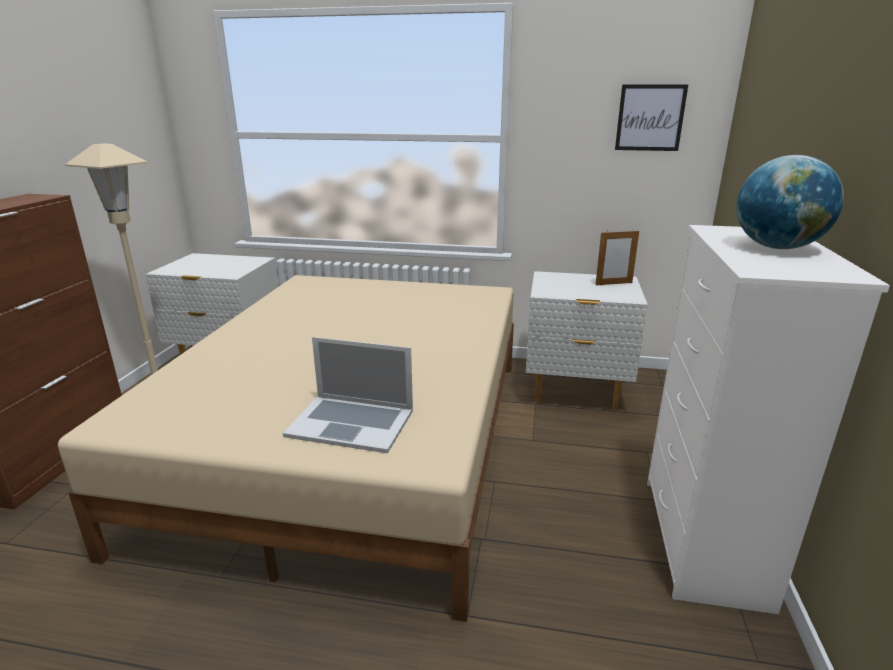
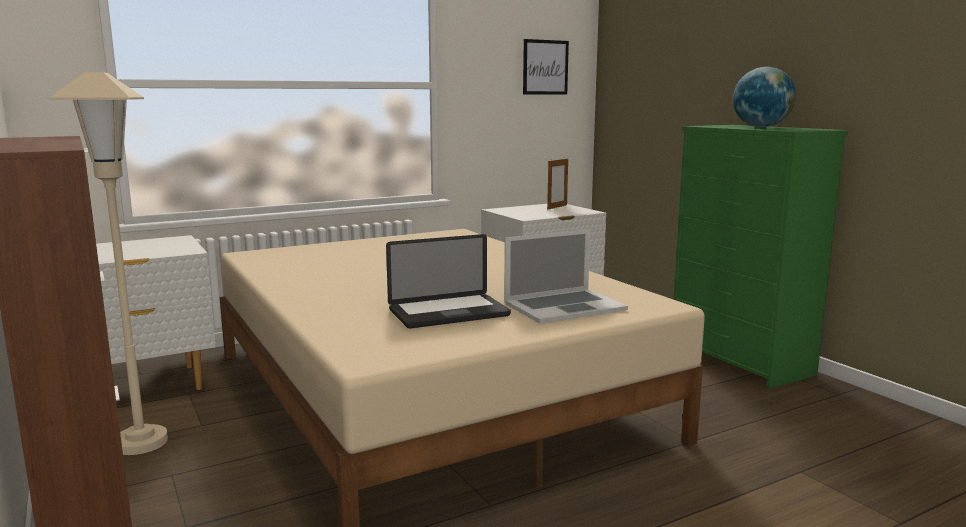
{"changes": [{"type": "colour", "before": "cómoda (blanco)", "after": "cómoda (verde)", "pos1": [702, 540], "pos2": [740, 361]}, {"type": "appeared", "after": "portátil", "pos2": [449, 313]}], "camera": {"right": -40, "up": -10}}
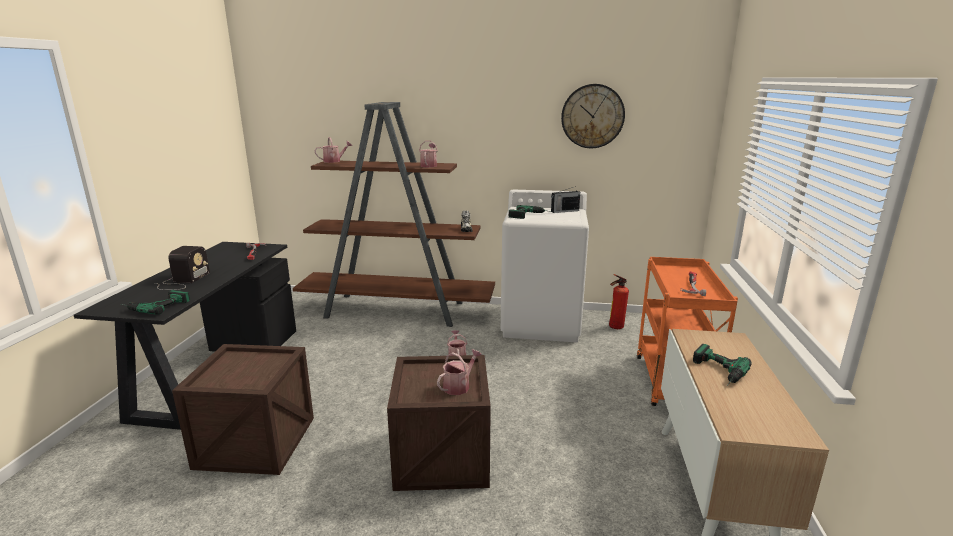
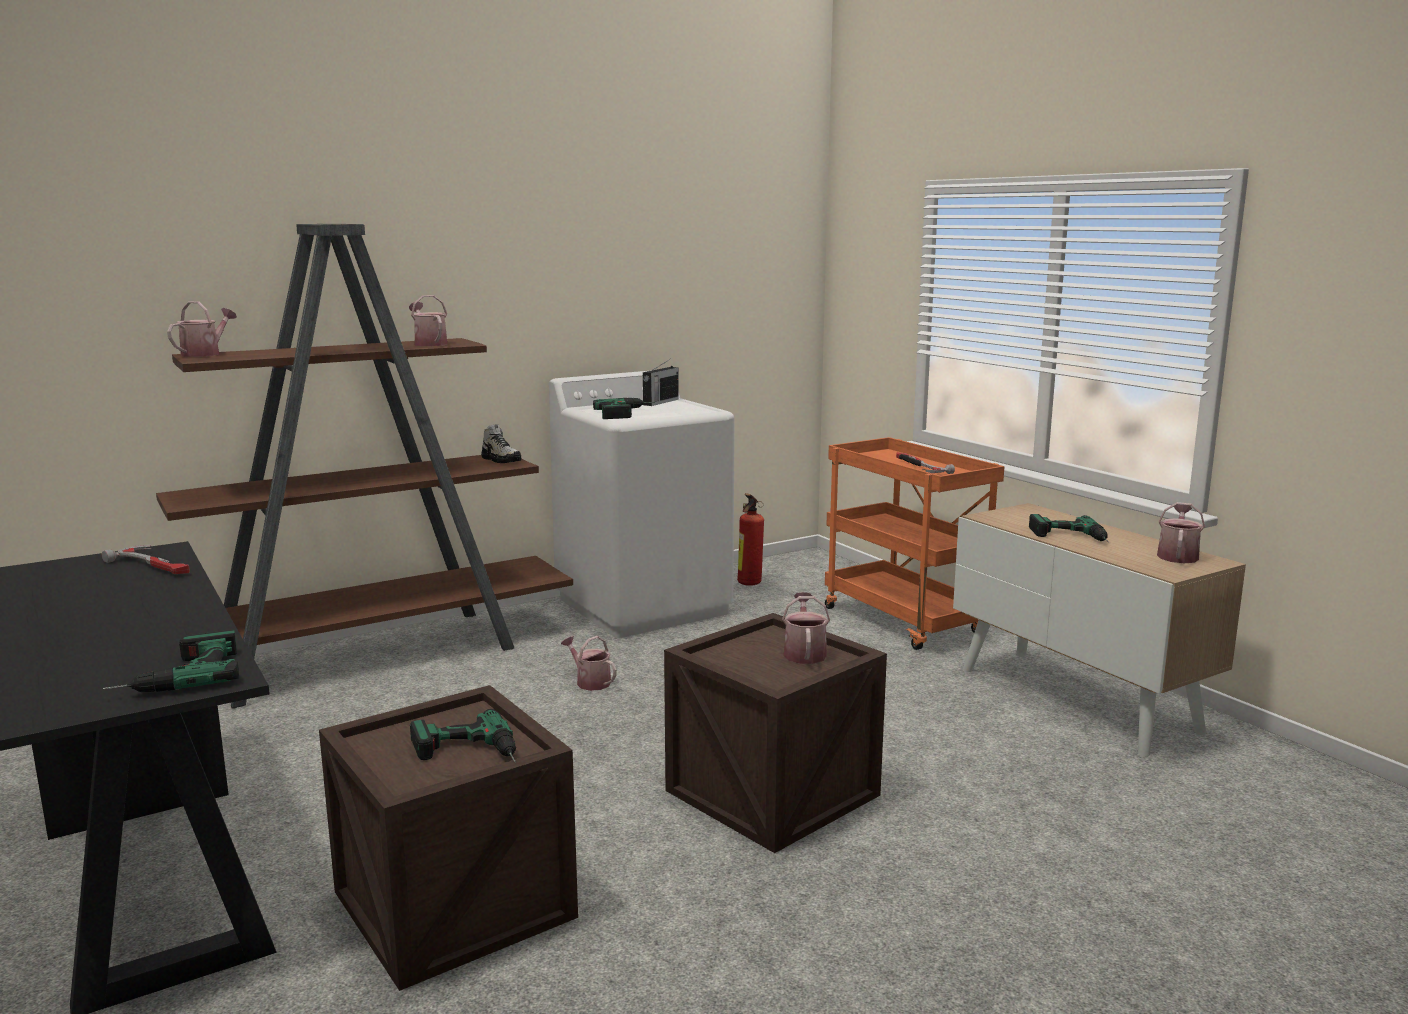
{"changes": [{"type": "missing", "before": "radio", "pos1": [182, 281]}, {"type": "missing", "before": "reloj de pared", "pos1": [592, 116]}, {"type": "appeared", "after": "taladro", "pos2": [468, 754]}, {"type": "appeared", "after": "regadera", "pos2": [1177, 555]}], "camera": {"right": -40, "up": -5}}
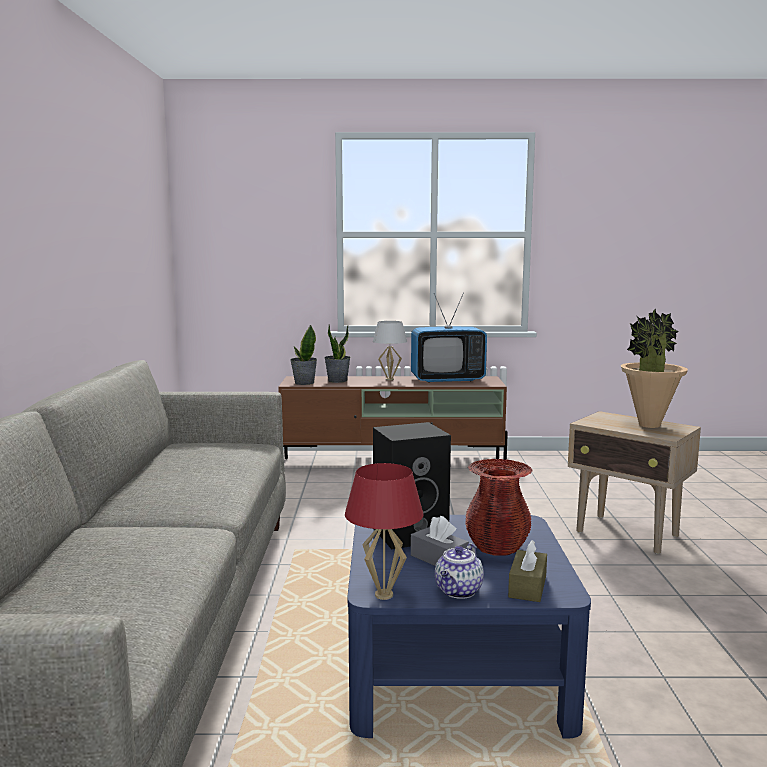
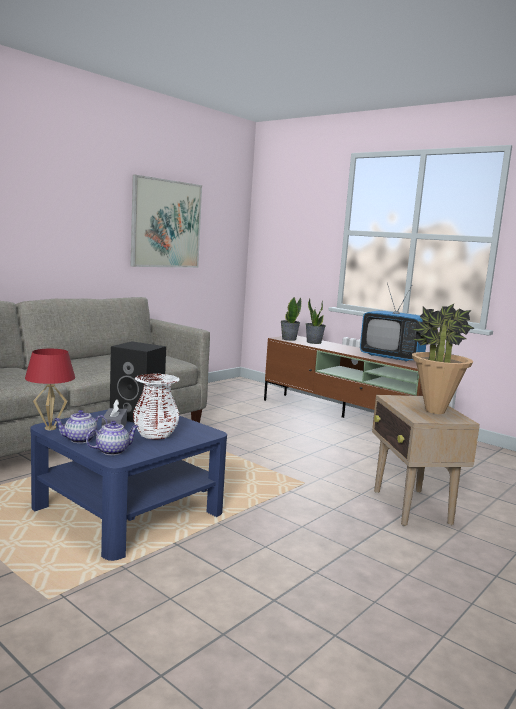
{"changes": [{"type": "missing", "before": "lámpara de mesa (blanco)", "pos1": [389, 379]}, {"type": "colour", "before": "florero (rojo)", "after": "florero (blanco)", "pos1": [497, 548], "pos2": [155, 435]}, {"type": "exchanged", "before": "caja de pañuelos (marrón)", "after": "tetera", "pos1": [527, 586], "pos2": [113, 451]}, {"type": "appeared", "after": "cuadro", "pos2": [166, 224]}], "camera": {"right": 40, "up": 0}}
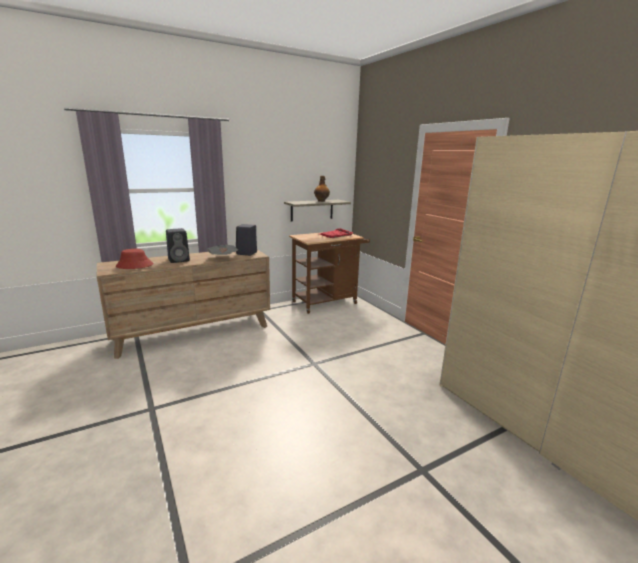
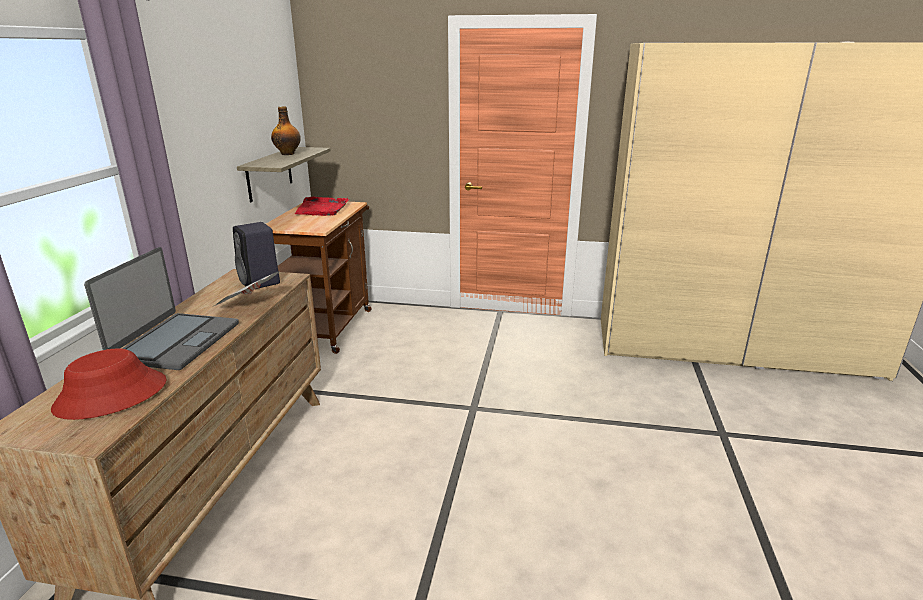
{"changes": [{"type": "exchanged", "before": "altavoz (negro)", "after": "portátil", "pos1": [179, 260], "pos2": [176, 342]}], "camera": {"right": -50, "up": 5}}
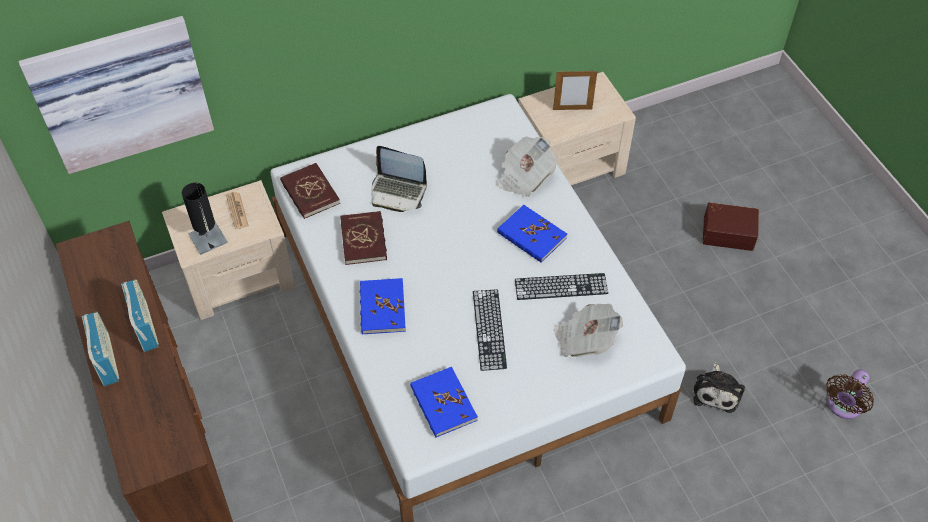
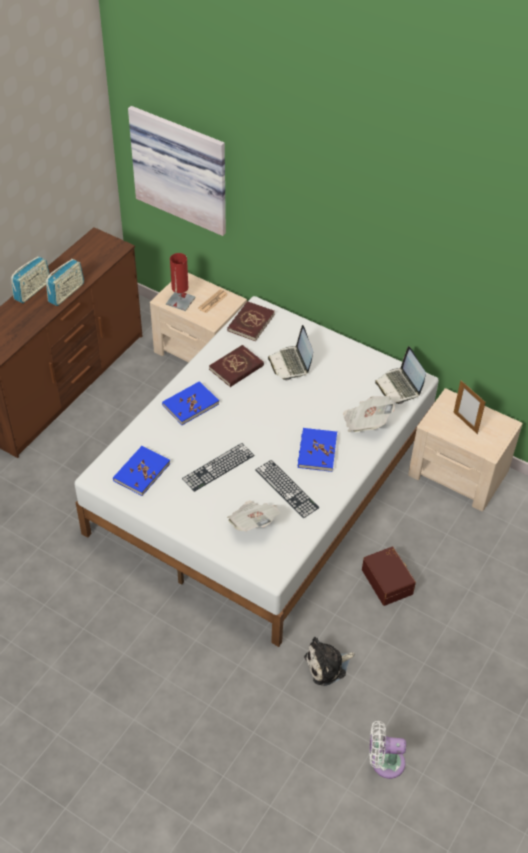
{"changes": [{"type": "colour", "before": "lámpara de mesa (negro)", "after": "lámpara de mesa (rojo)", "pos1": [208, 238], "pos2": [180, 301]}, {"type": "relocated", "before": "caja de almacenaje (marrón)", "pos1": [728, 232], "pos2": [388, 581]}, {"type": "colour", "before": "ventilador (marrón)", "after": "ventilador (blanco)", "pos1": [842, 406], "pos2": [384, 762]}, {"type": "appeared", "after": "portátil", "pos2": [399, 386]}], "camera": {"right": 55, "up": -5}}
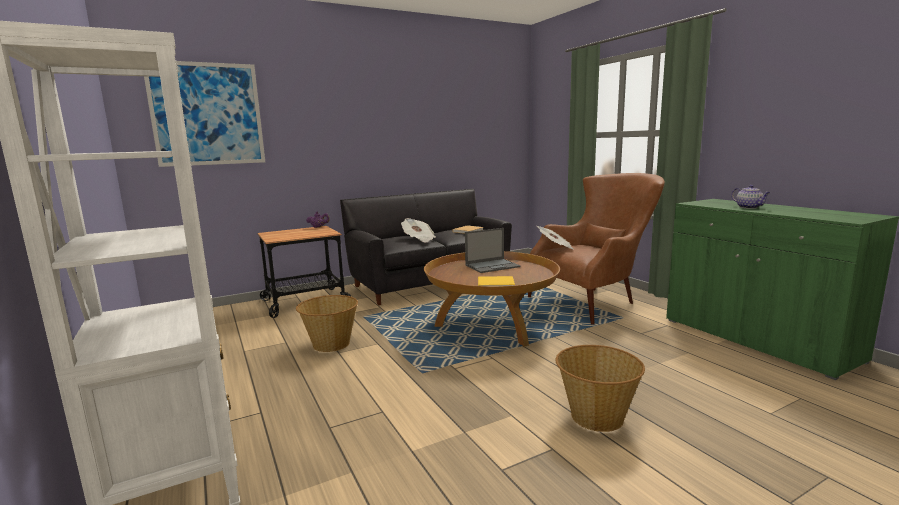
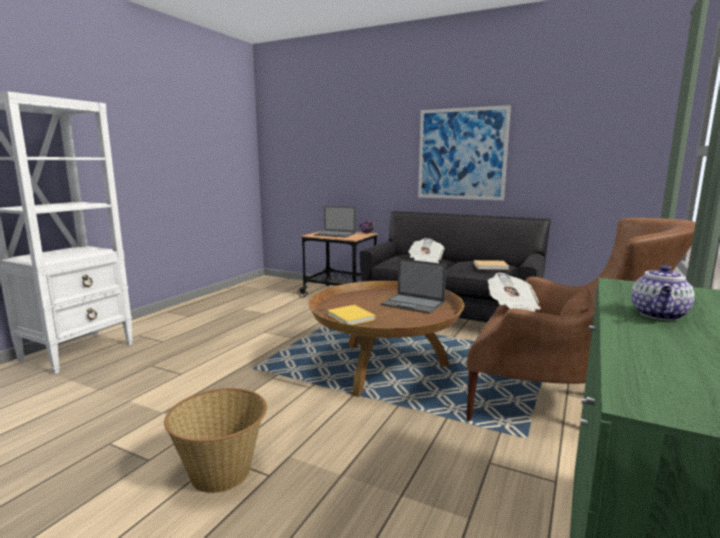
{"changes": [{"type": "relocated", "before": "cuadro", "pos1": [207, 114], "pos2": [461, 154]}, {"type": "missing", "before": "cesta", "pos1": [330, 344]}, {"type": "appeared", "after": "portátil", "pos2": [335, 234]}], "camera": {"right": 55, "up": 0}}
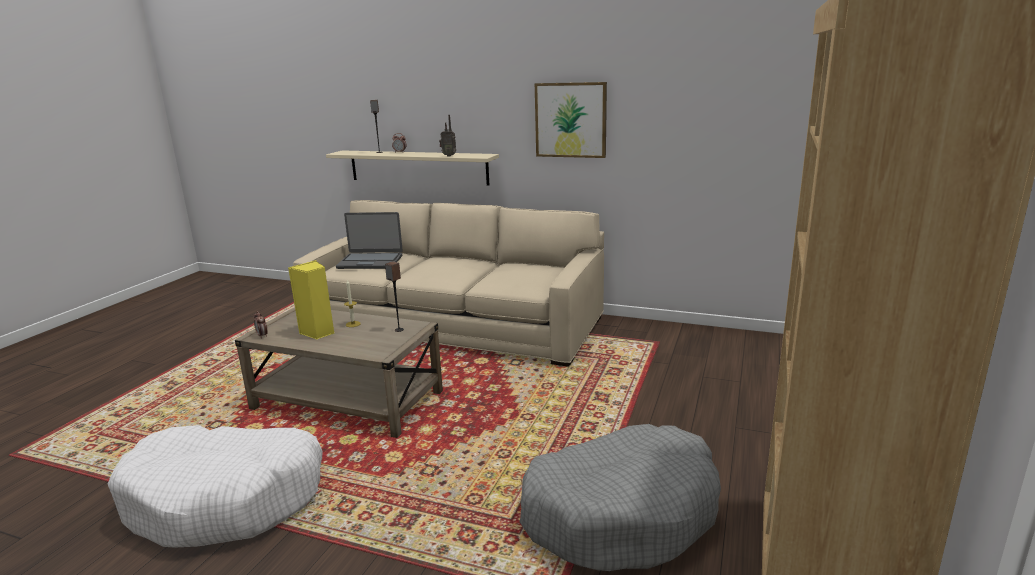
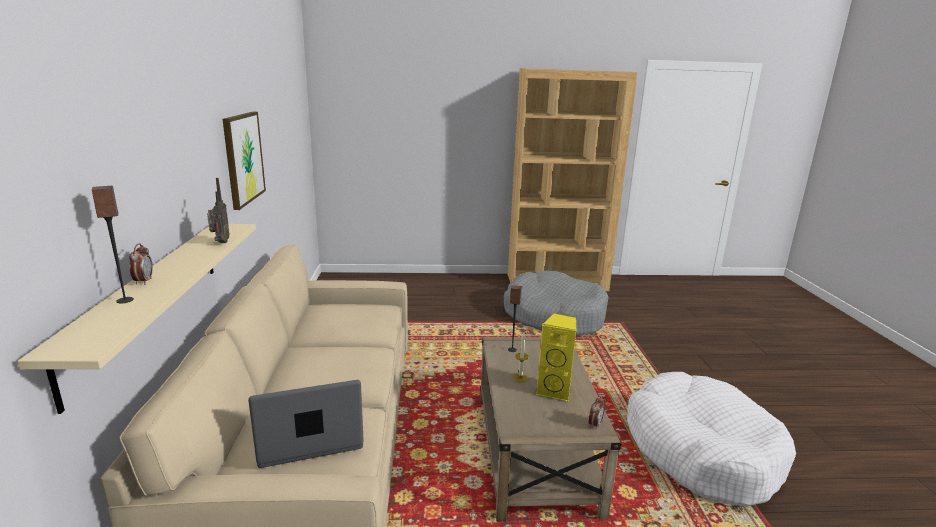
{"changes": [{"type": "spun", "before": "portátil", "pos1": [370, 262], "pos2": [309, 437], "turn": -90}], "camera": {"right": -115, "up": 0}}
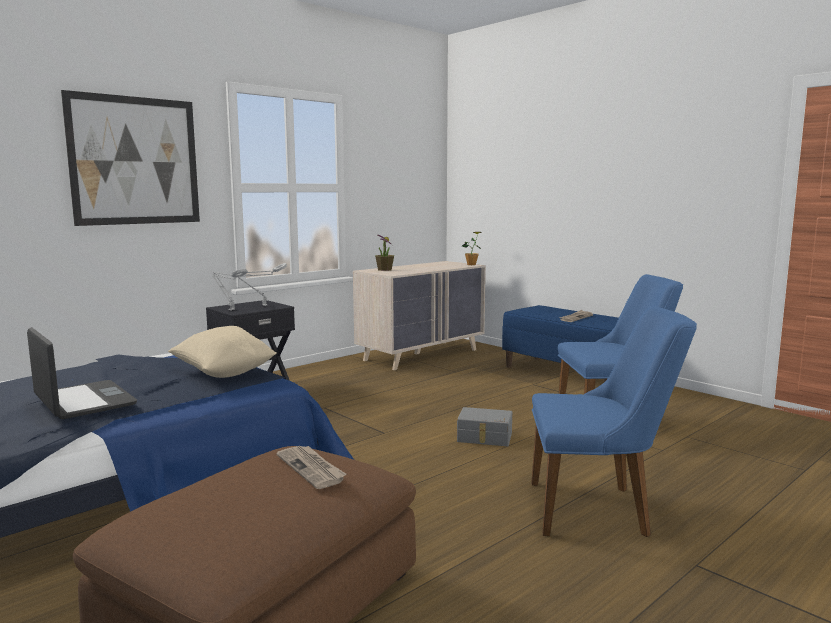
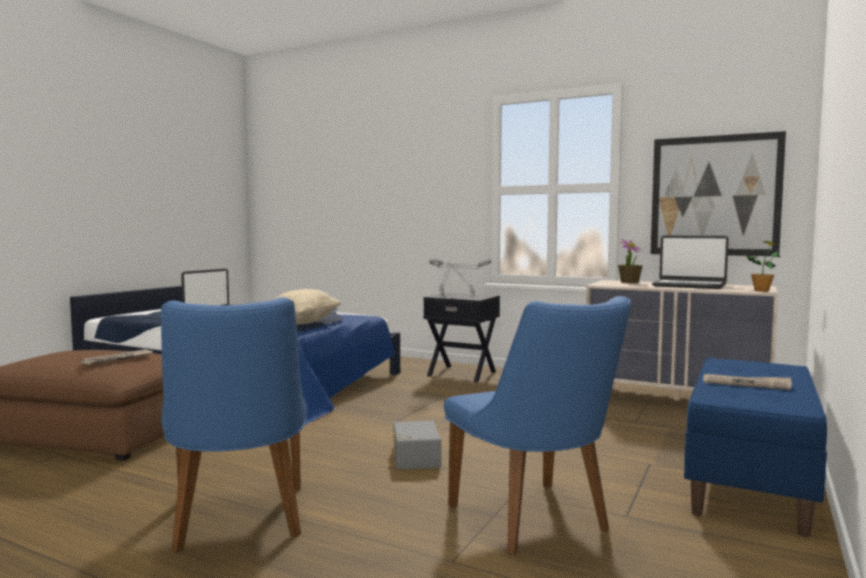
{"changes": [{"type": "relocated", "before": "cuadro", "pos1": [135, 161], "pos2": [714, 196]}, {"type": "appeared", "after": "portátil", "pos2": [689, 285]}], "camera": {"right": 70, "up": -5}}
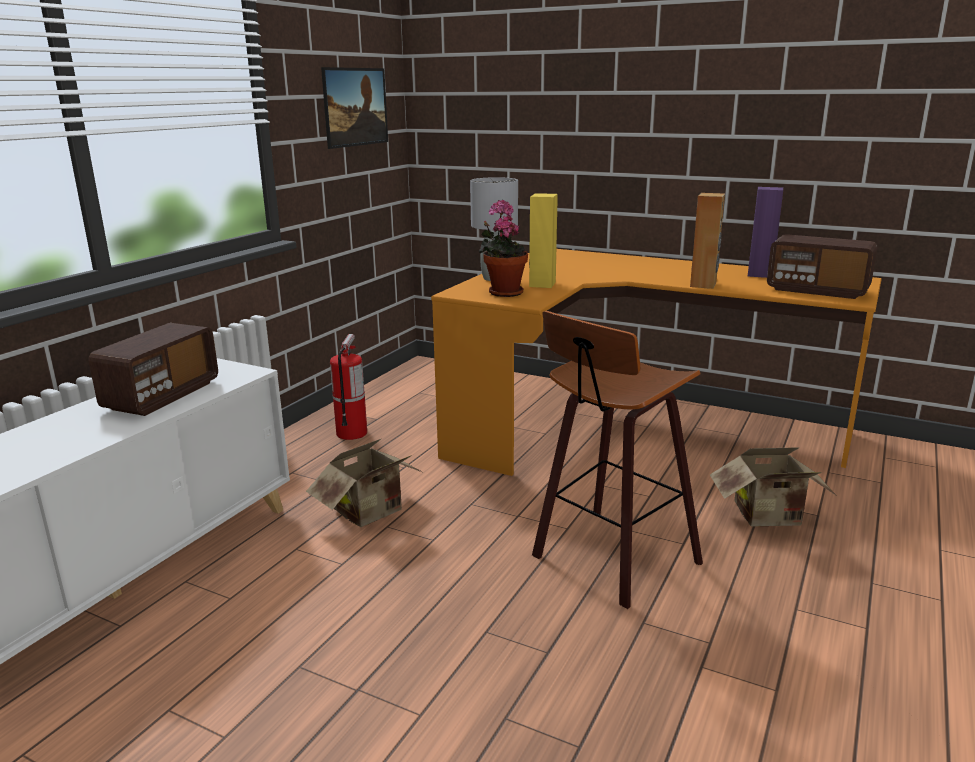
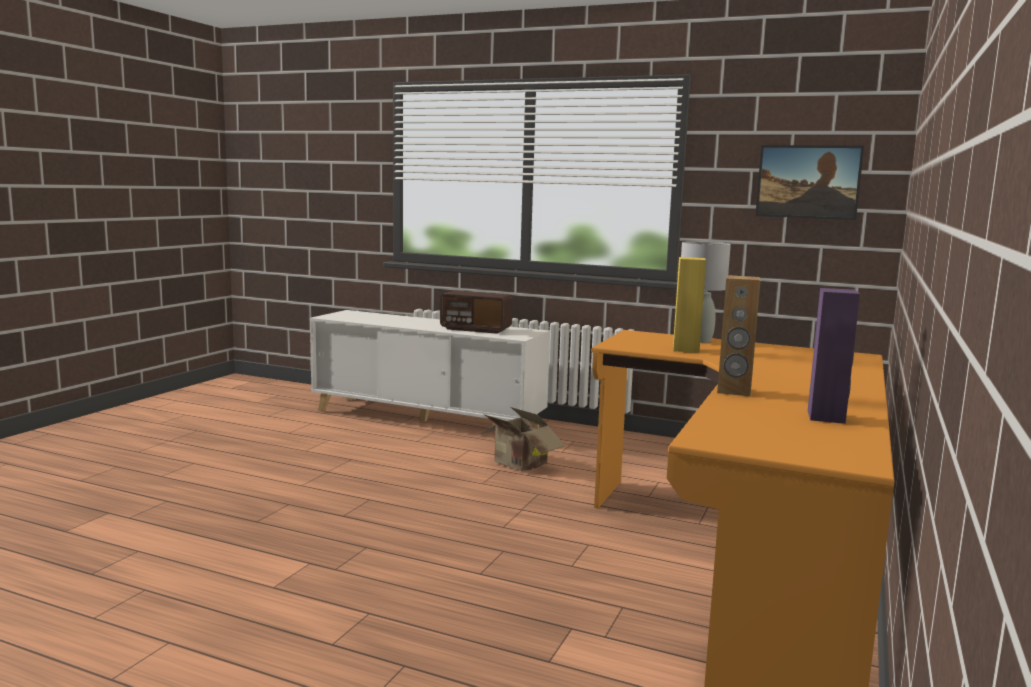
{"changes": [{"type": "missing", "before": "extintor", "pos1": [352, 433]}, {"type": "missing", "before": "planta en maceta", "pos1": [503, 292]}, {"type": "missing", "before": "taburete", "pos1": [610, 560]}, {"type": "missing", "before": "caja de cartón", "pos1": [770, 517]}, {"type": "missing", "before": "radio", "pos1": [817, 290]}], "camera": {"right": 85, "up": -10}}
